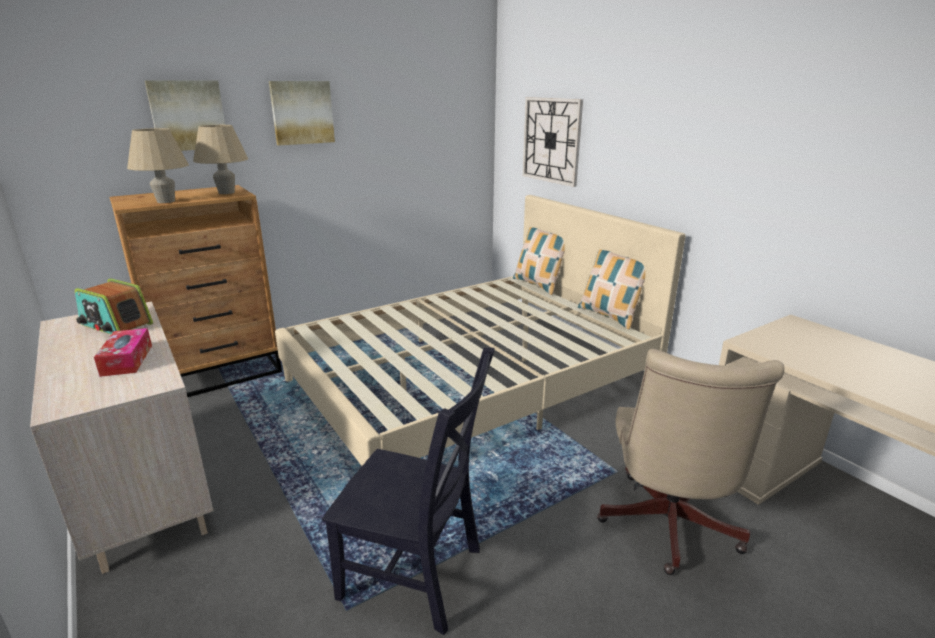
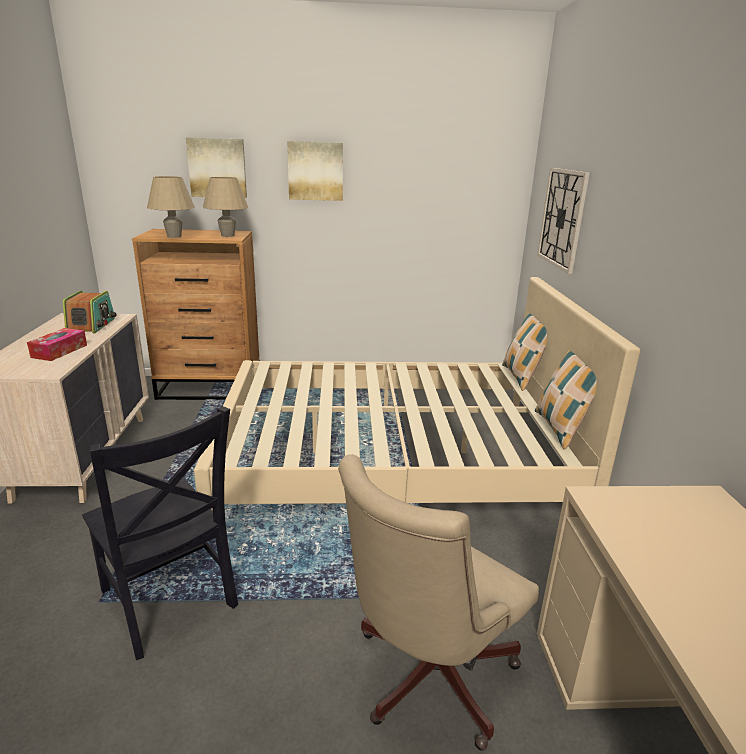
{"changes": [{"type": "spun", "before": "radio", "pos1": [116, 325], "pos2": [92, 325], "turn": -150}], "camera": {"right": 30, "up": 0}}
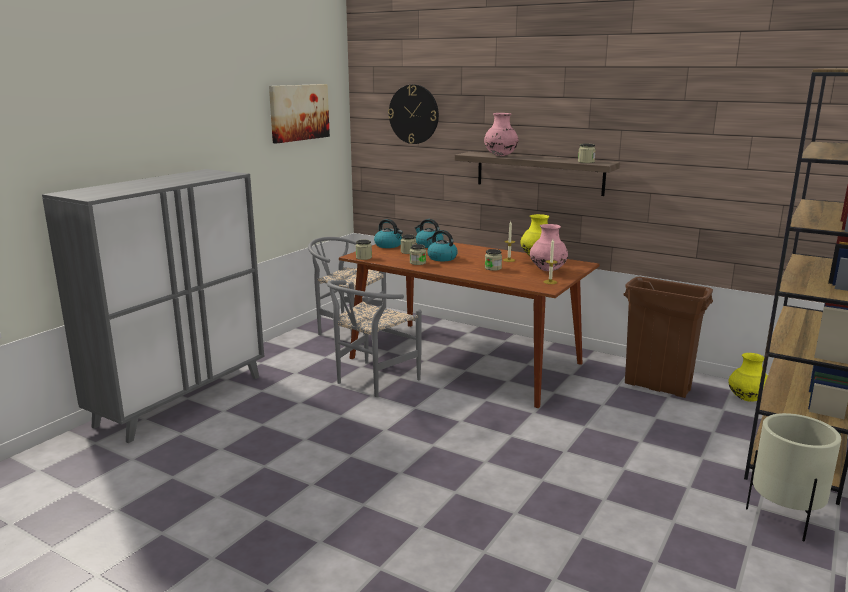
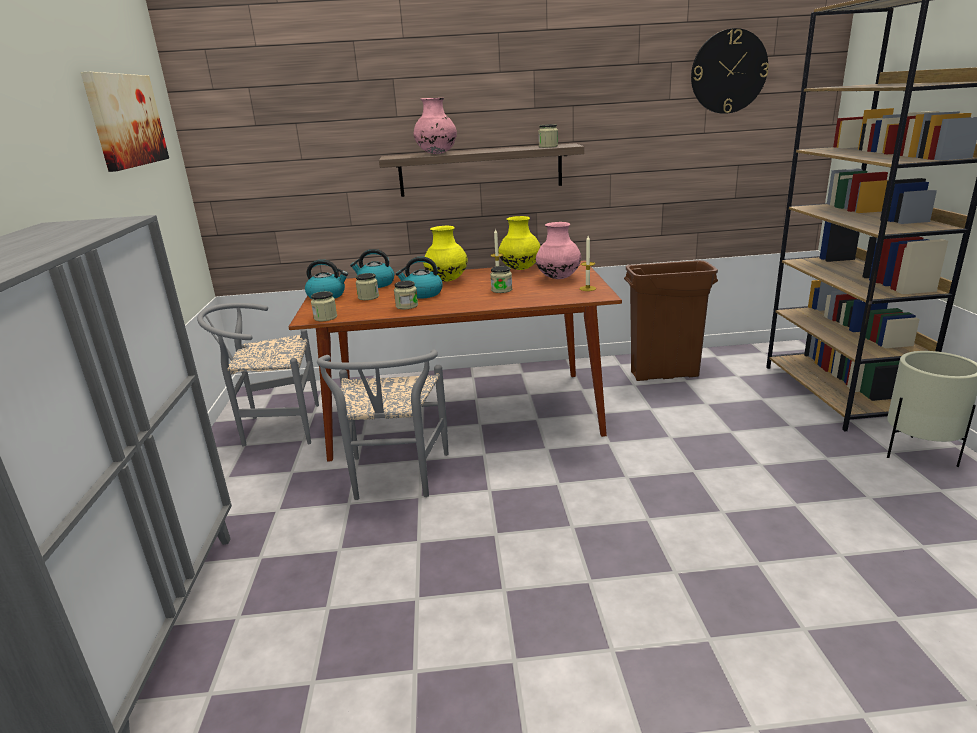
{"changes": [{"type": "relocated", "before": "reloj de pared", "pos1": [413, 114], "pos2": [728, 72]}, {"type": "relocated", "before": "florero (amarillo)", "pos1": [747, 399], "pos2": [447, 280]}], "camera": {"right": -35, "up": 5}}
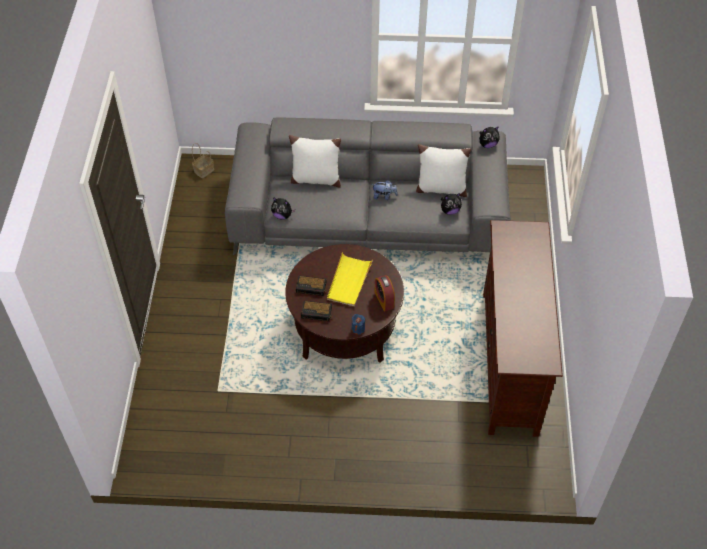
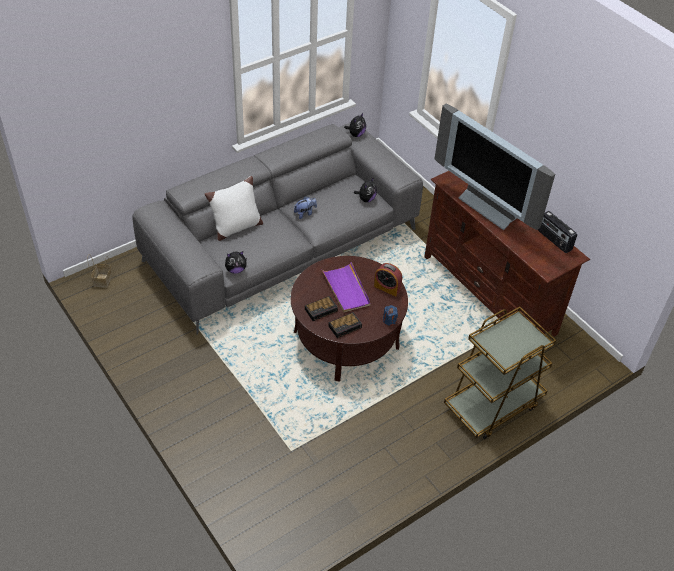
{"changes": [{"type": "colour", "before": "bandeja (amarillo)", "after": "bandeja (morado)", "pos1": [349, 281], "pos2": [346, 289]}, {"type": "missing", "before": "cojín (blanco)", "pos1": [440, 188]}, {"type": "appeared", "after": "televisor", "pos2": [491, 207]}, {"type": "appeared", "after": "carrito (marrón)", "pos2": [493, 404]}, {"type": "appeared", "after": "radio", "pos2": [554, 240]}], "camera": {"right": -40, "up": -5}}
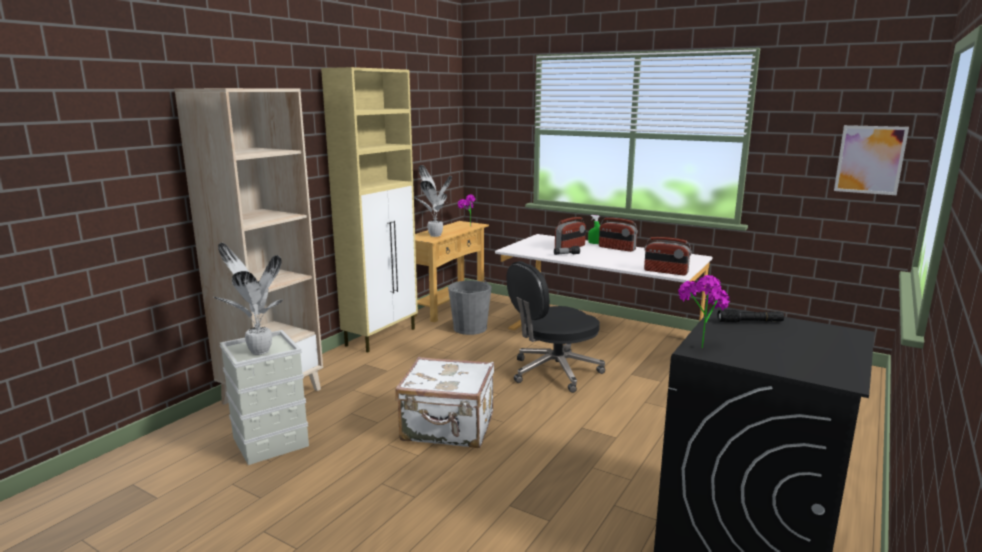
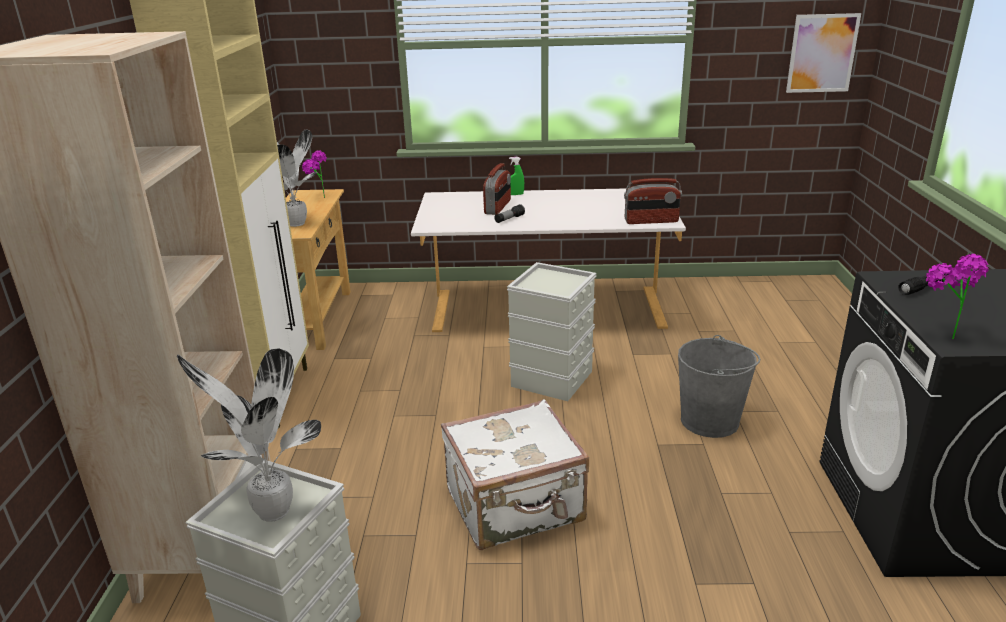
{"changes": [{"type": "relocated", "before": "cubo (gris)", "pos1": [470, 328], "pos2": [710, 421]}, {"type": "exchanged", "before": "silla de oficina (negro)", "after": "caja de almacenaje (gris)", "pos1": [553, 372], "pos2": [550, 379]}, {"type": "missing", "before": "radio", "pos1": [616, 248]}], "camera": {"right": -30, "up": 10}}
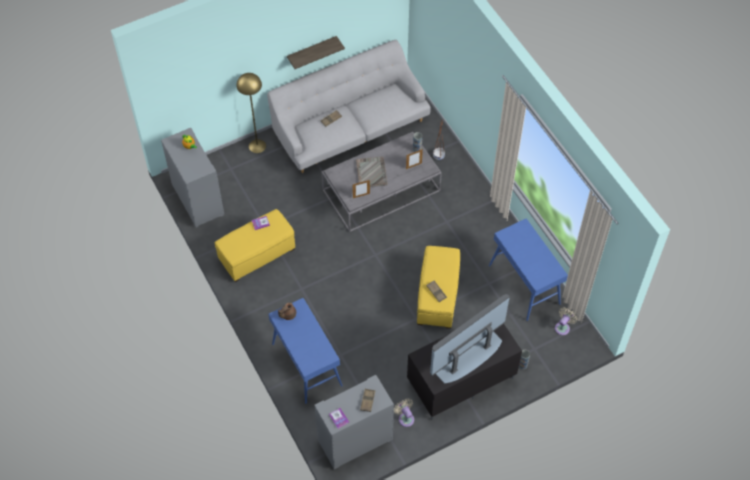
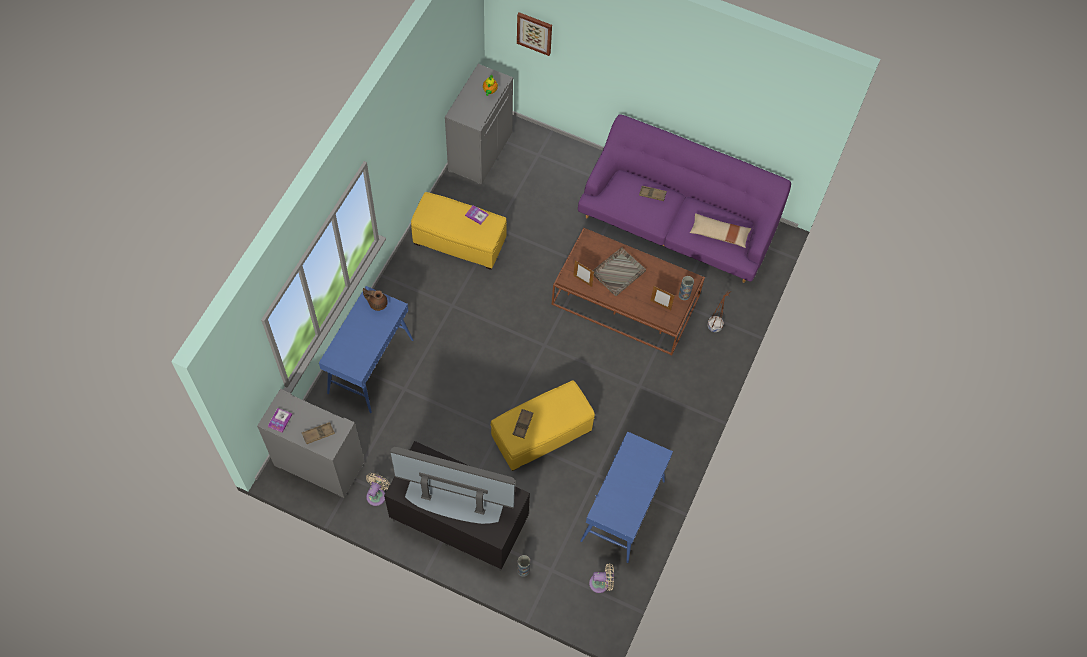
{"changes": [{"type": "missing", "before": "lámpara de pie (amarillo)", "pos1": [257, 146]}, {"type": "colour", "before": "sofá (gris)", "after": "sofá (morado)", "pos1": [350, 127], "pos2": [677, 223]}, {"type": "missing", "before": "estante", "pos1": [312, 51]}, {"type": "colour", "before": "mesa de centro (gris)", "after": "mesa de centro (marrón)", "pos1": [381, 190], "pos2": [626, 301]}, {"type": "appeared", "after": "cuadro", "pos2": [534, 33]}, {"type": "appeared", "after": "cojín (beis)", "pos2": [719, 234]}], "camera": {"right": 50, "up": 5}}
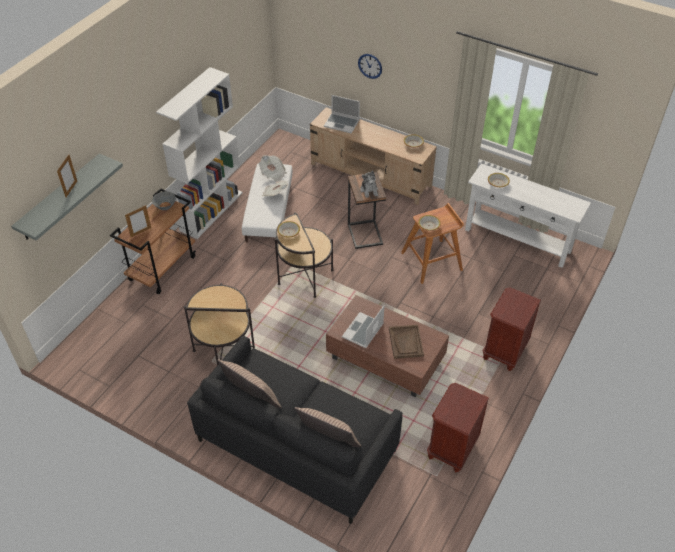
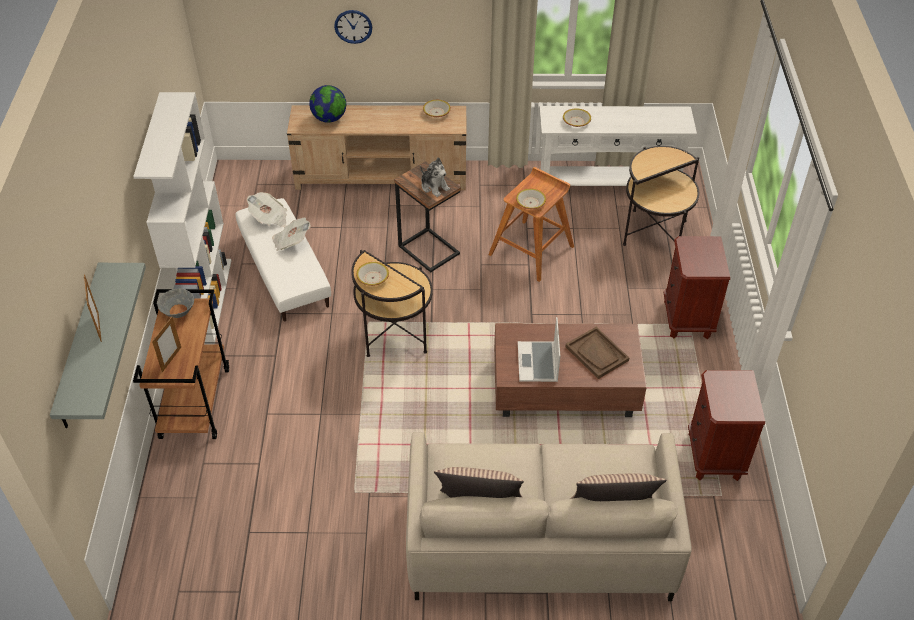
{"changes": [{"type": "relocated", "before": "mesa auxiliar", "pos1": [224, 352], "pos2": [654, 232]}, {"type": "colour", "before": "sofá (negro)", "after": "sofá (beis)", "pos1": [297, 444], "pos2": [539, 541]}, {"type": "exchanged", "before": "portátil", "after": "globo terráqueo", "pos1": [342, 123], "pos2": [329, 118]}], "camera": {"right": -30, "up": 0}}
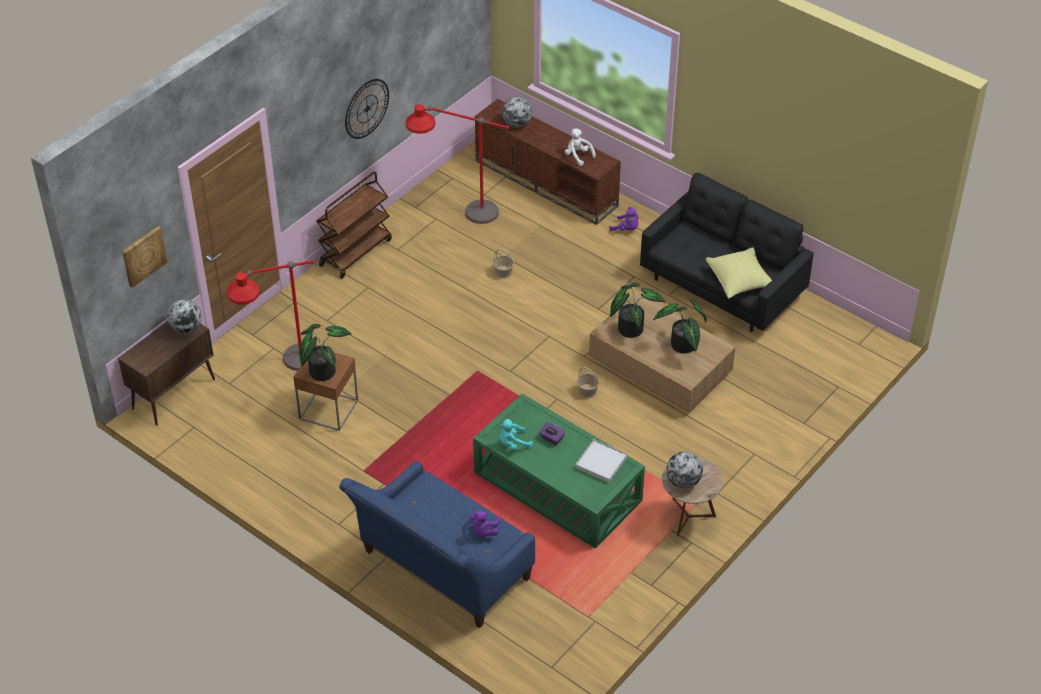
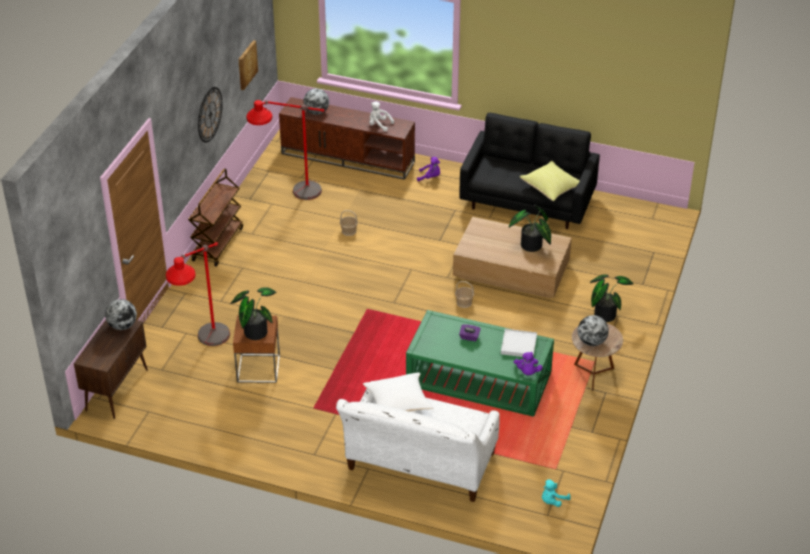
{"changes": [{"type": "relocated", "before": "cuadro", "pos1": [143, 256], "pos2": [246, 64]}, {"type": "colour", "before": "sofá (azul)", "after": "sofá (blanco)", "pos1": [441, 570], "pos2": [419, 467]}, {"type": "relocated", "before": "peluche (morado)", "pos1": [484, 531], "pos2": [527, 372]}, {"type": "relocated", "before": "peluche (turquesa)", "pos1": [513, 444], "pos2": [552, 501]}, {"type": "relocated", "before": "planta en maceta", "pos1": [631, 327], "pos2": [605, 313]}, {"type": "appeared", "after": "cojín (blanco)", "pos2": [398, 404]}], "camera": {"right": -20, "up": -5}}
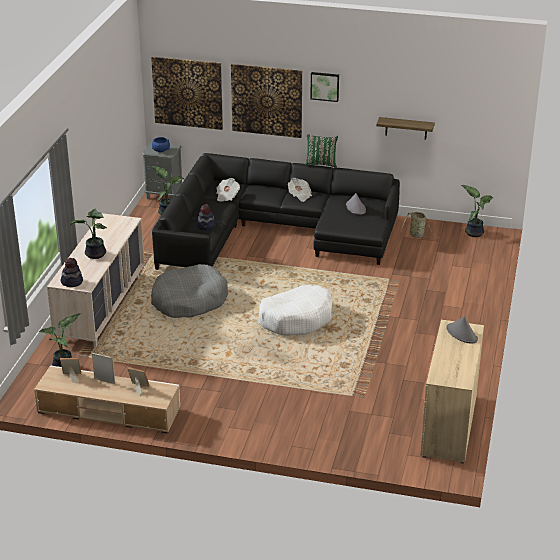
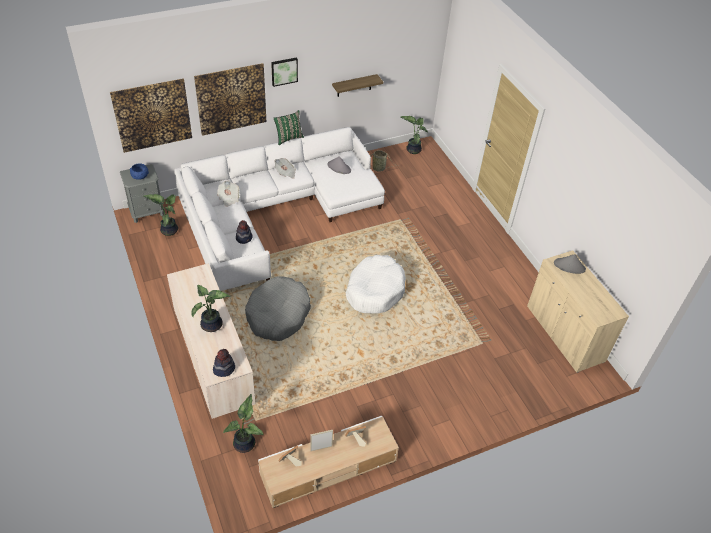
{"changes": [{"type": "colour", "before": "sofá (negro)", "after": "sofá (blanco)", "pos1": [273, 231], "pos2": [273, 211]}], "camera": {"right": -40, "up": 15}}
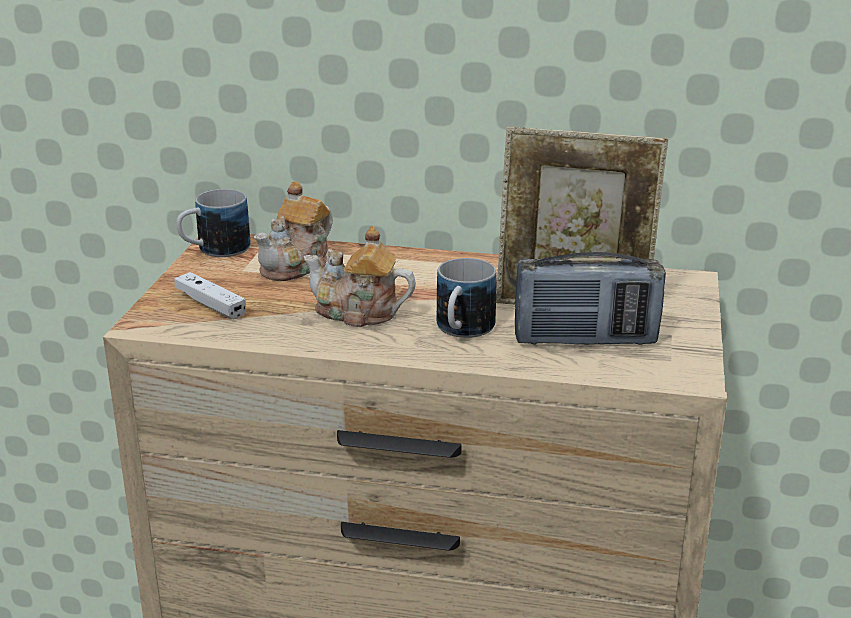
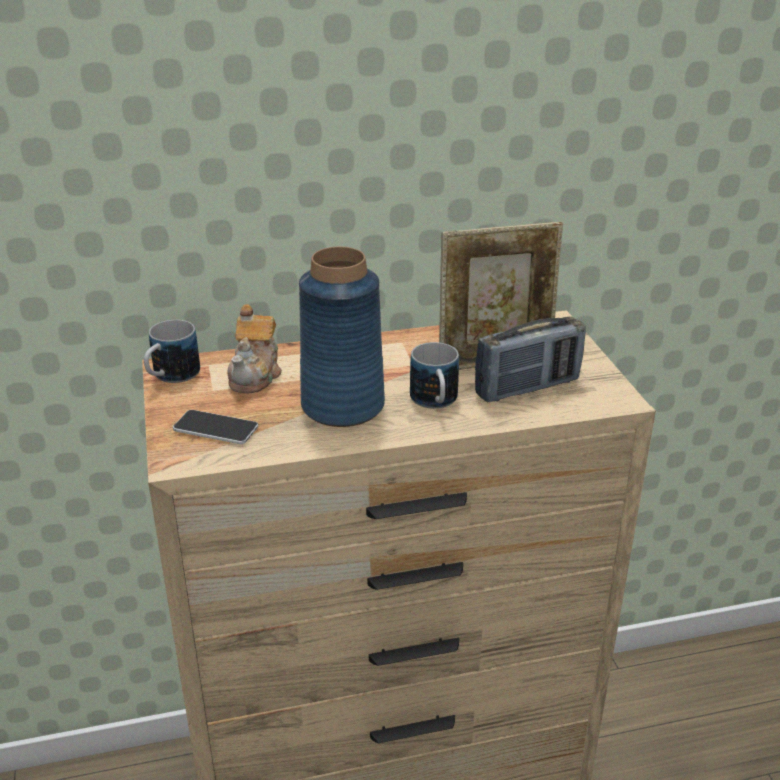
{"changes": [{"type": "exchanged", "before": "mando de consola (blanco)", "after": "móvil", "pos1": [210, 305], "pos2": [216, 428]}, {"type": "exchanged", "before": "tetera", "after": "florero (azul)", "pos1": [358, 313], "pos2": [343, 406]}], "camera": {"right": -25, "up": 5}}
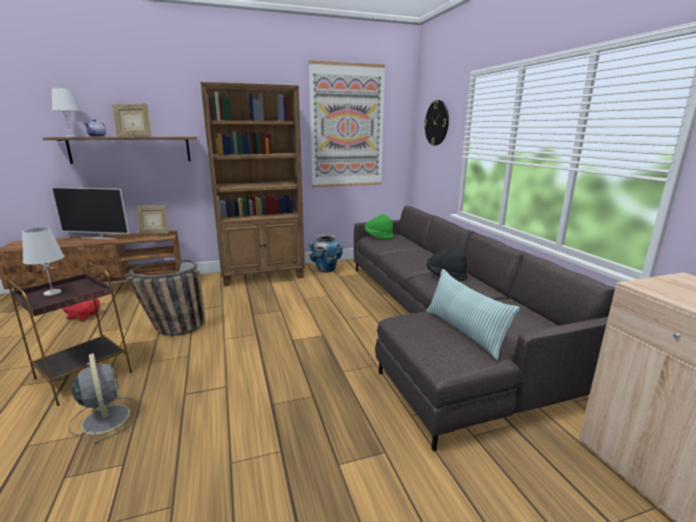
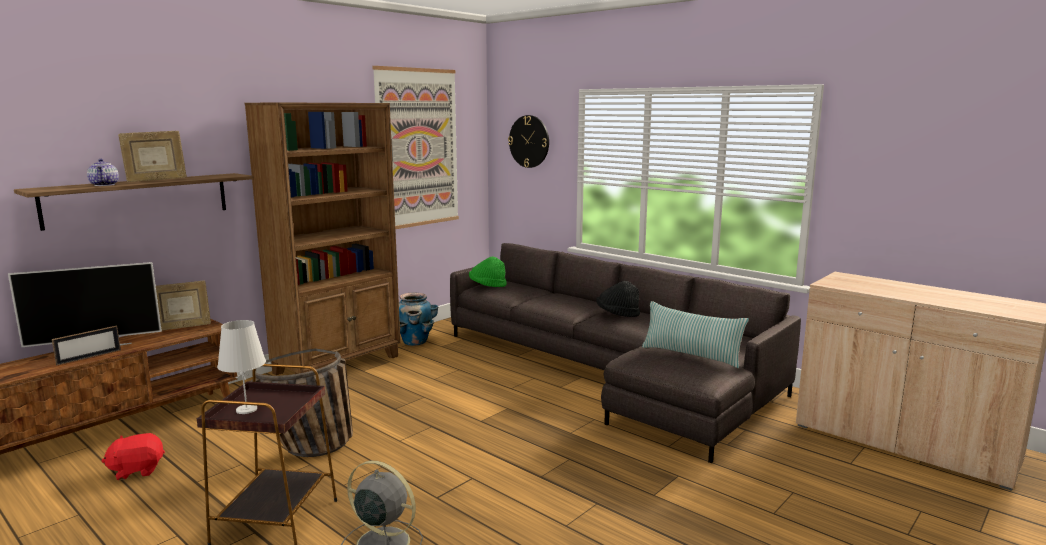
{"changes": [{"type": "missing", "before": "lámpara de mesa (blanco)", "pos1": [70, 136]}, {"type": "appeared", "after": "portarretratos", "pos2": [89, 357]}], "camera": {"right": -30, "up": -5}}
